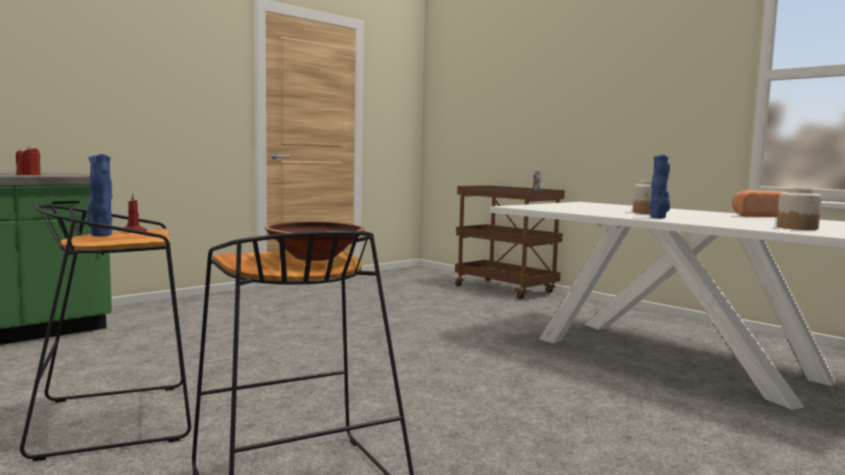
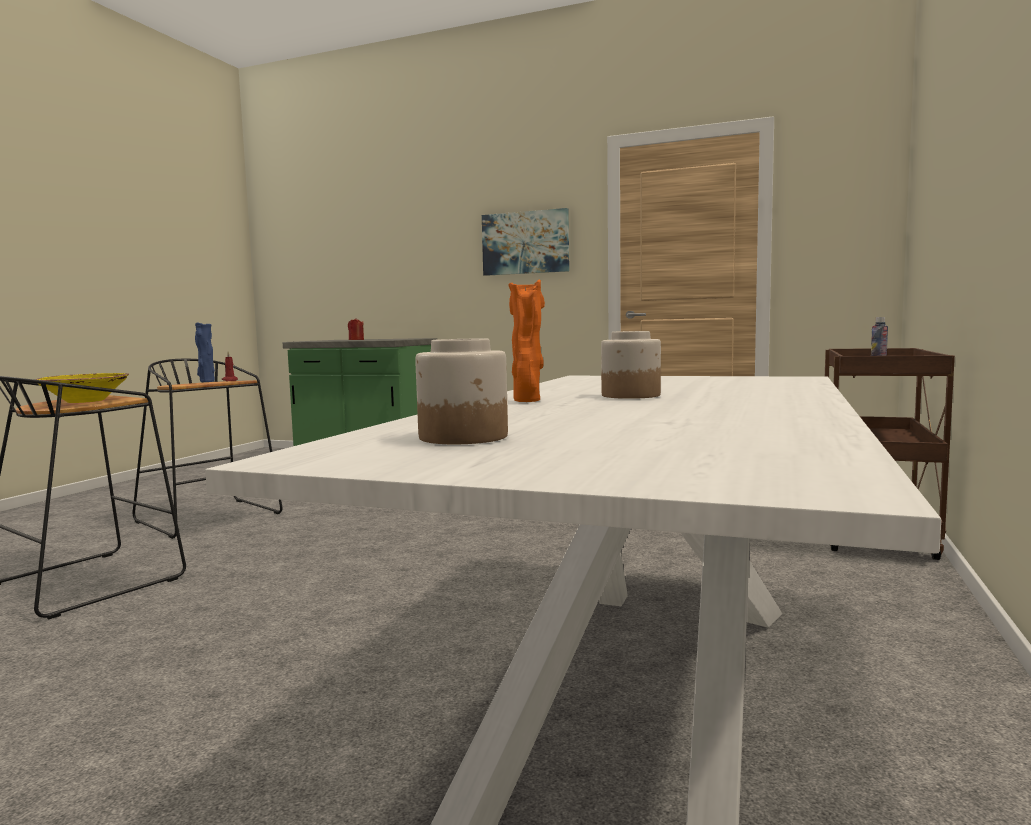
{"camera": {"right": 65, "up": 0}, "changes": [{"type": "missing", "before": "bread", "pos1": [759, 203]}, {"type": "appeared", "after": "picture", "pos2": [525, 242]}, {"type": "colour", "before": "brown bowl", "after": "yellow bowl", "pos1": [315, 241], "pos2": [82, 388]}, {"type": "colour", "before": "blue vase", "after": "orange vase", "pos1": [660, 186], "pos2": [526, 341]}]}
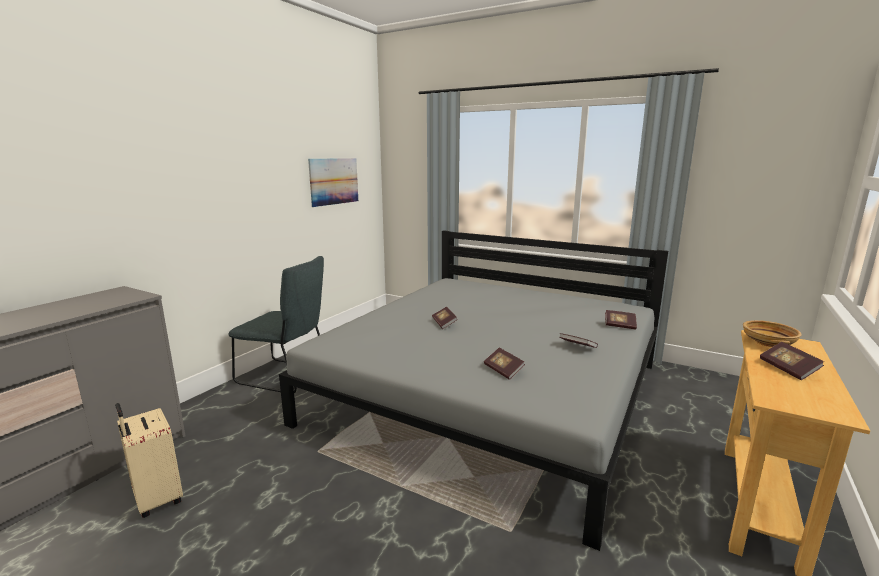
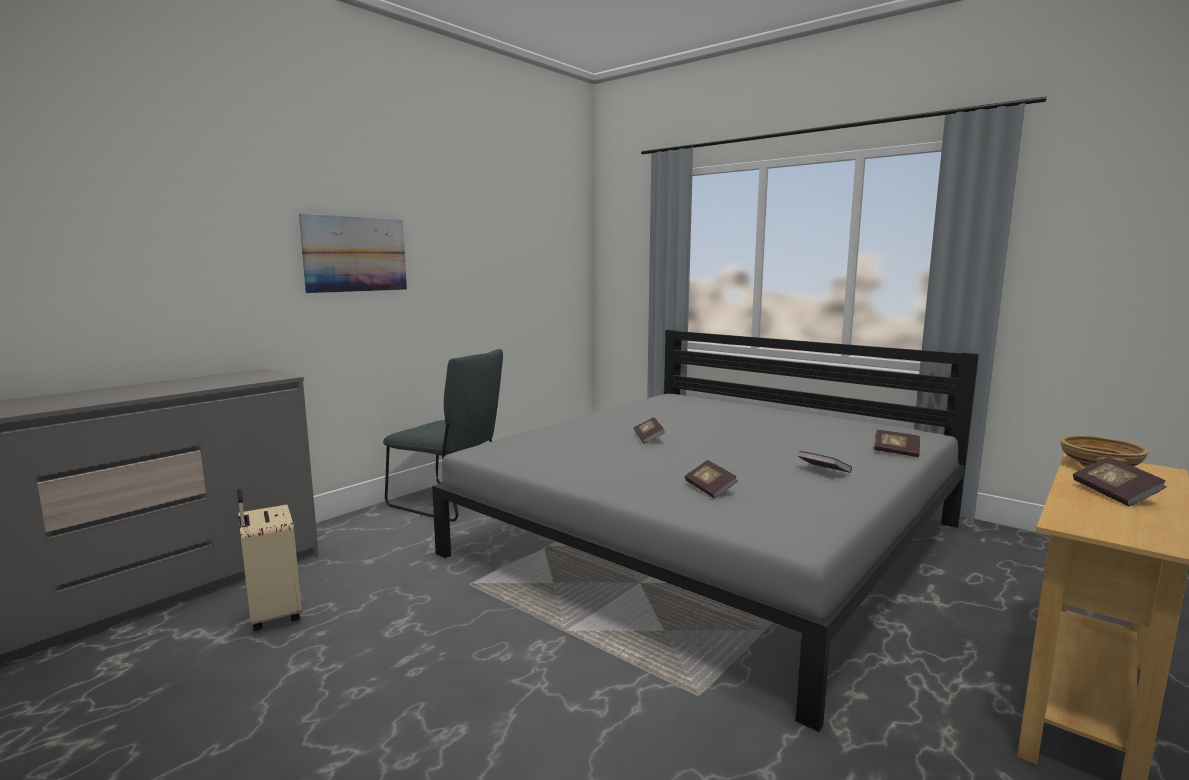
{"camera": {"right": 10, "up": -5}, "changes": [{"type": "relocated", "before": "picture", "pos1": [333, 182], "pos2": [353, 253]}]}
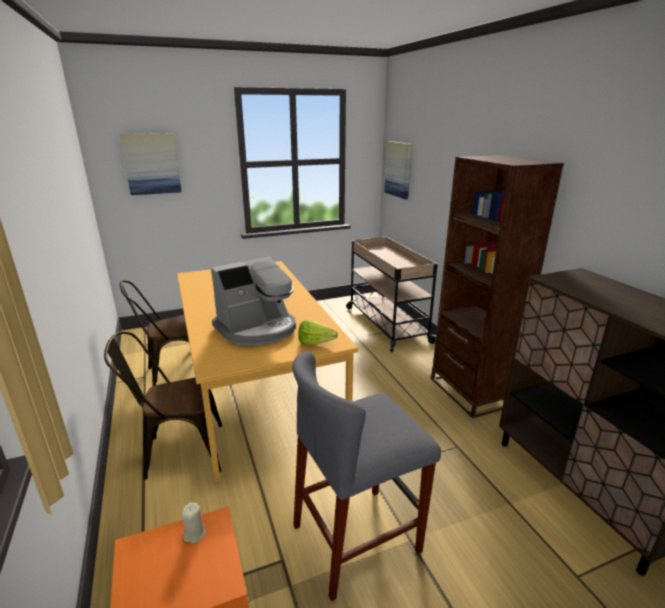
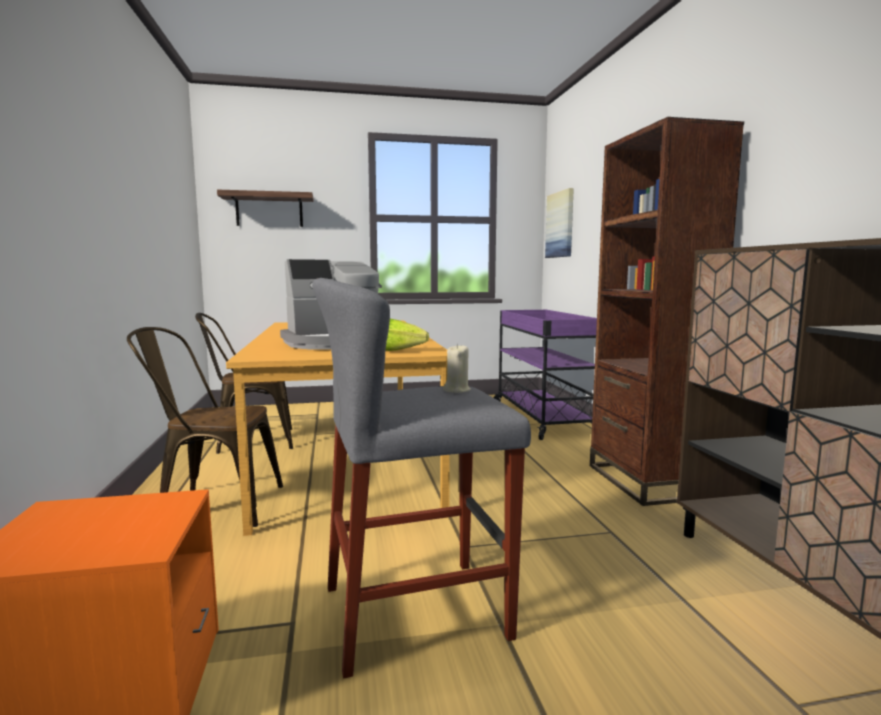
{"camera": {"right": 10, "up": -15}, "changes": [{"type": "relocated", "before": "beige candle", "pos1": [193, 523], "pos2": [457, 368]}, {"type": "exchanged", "before": "picture", "after": "shelf", "pos1": [151, 164], "pos2": [265, 208]}, {"type": "colour", "before": "beige cart", "after": "purple cart", "pos1": [392, 294], "pos2": [545, 375]}]}
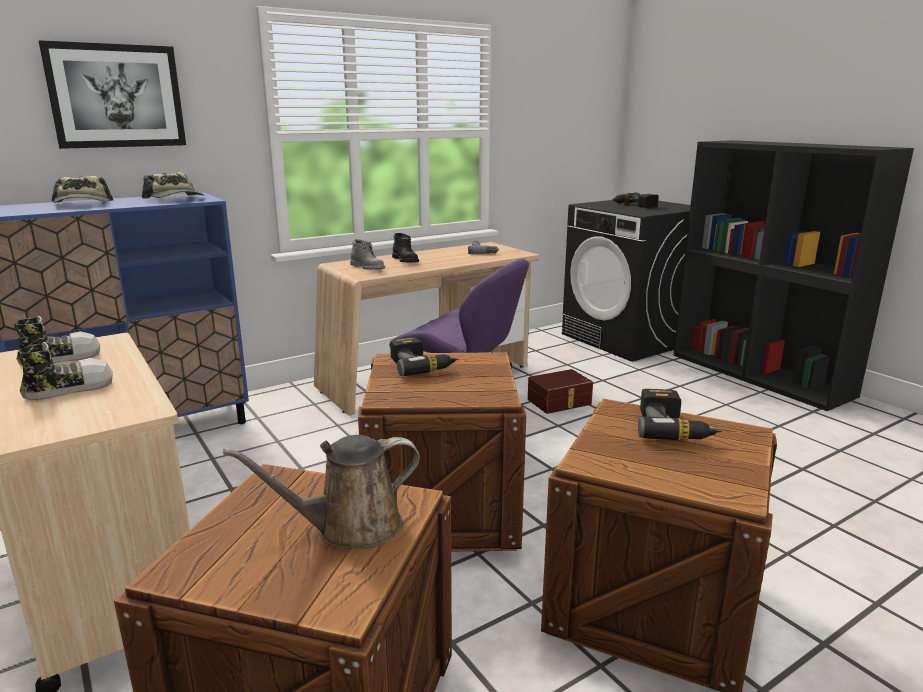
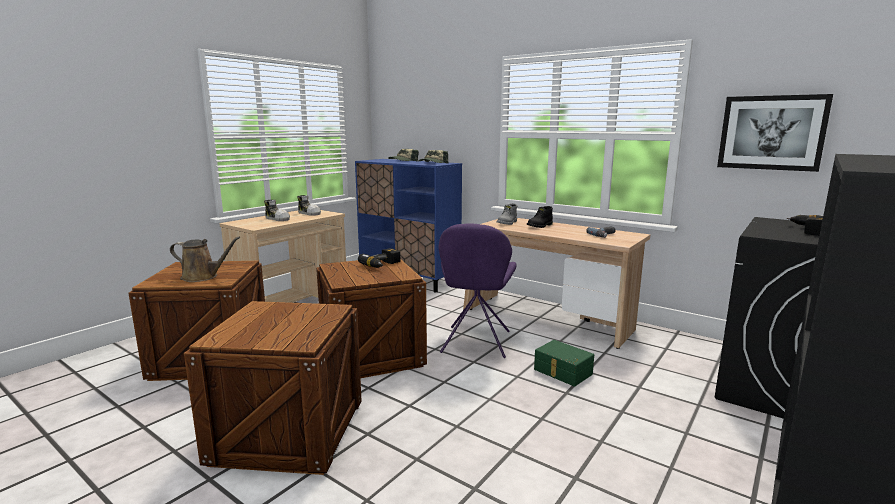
{"camera": {"right": 70, "up": -5}, "changes": [{"type": "missing", "before": "power drill", "pos1": [680, 414]}, {"type": "relocated", "before": "picture", "pos1": [112, 94], "pos2": [775, 133]}, {"type": "colour", "before": "brown storage box", "after": "green storage box", "pos1": [560, 391], "pos2": [564, 363]}, {"type": "spun", "before": "brown watering can", "pos1": [321, 492], "pos2": [205, 259], "turn": 135}]}
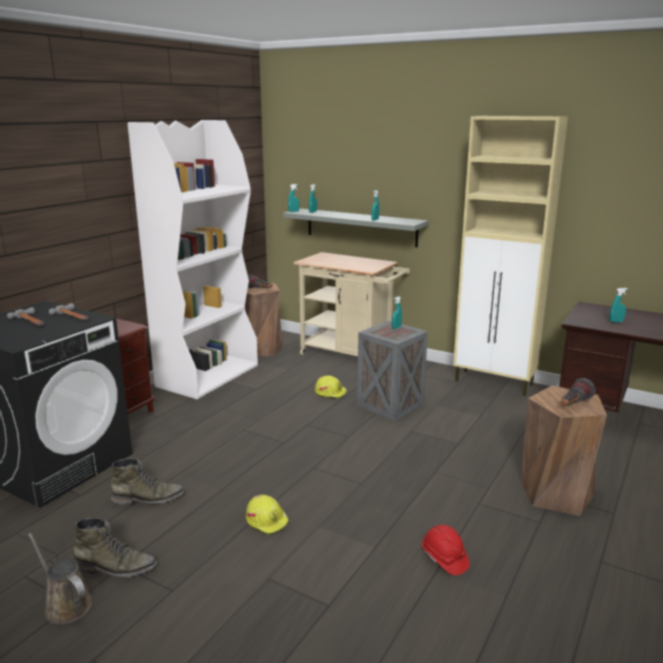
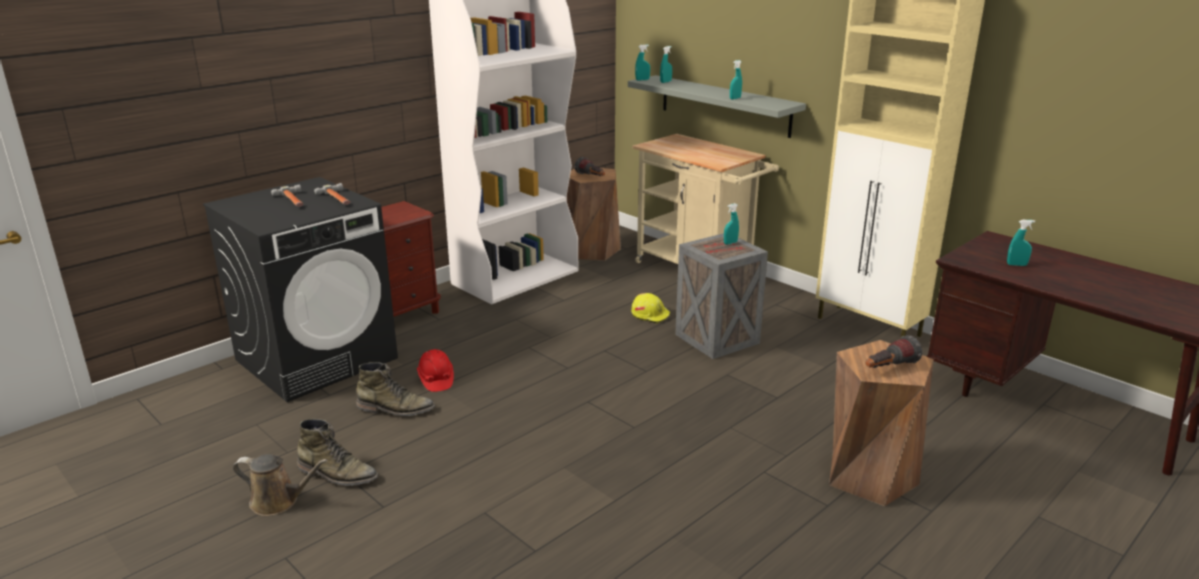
{"camera": {"right": 15, "up": 5}, "changes": [{"type": "missing", "before": "yellow hard hat", "pos1": [267, 515]}, {"type": "relocated", "before": "red hard hat", "pos1": [446, 550], "pos2": [435, 370]}, {"type": "spun", "before": "brown watering can", "pos1": [60, 578], "pos2": [280, 485], "turn": 135}]}
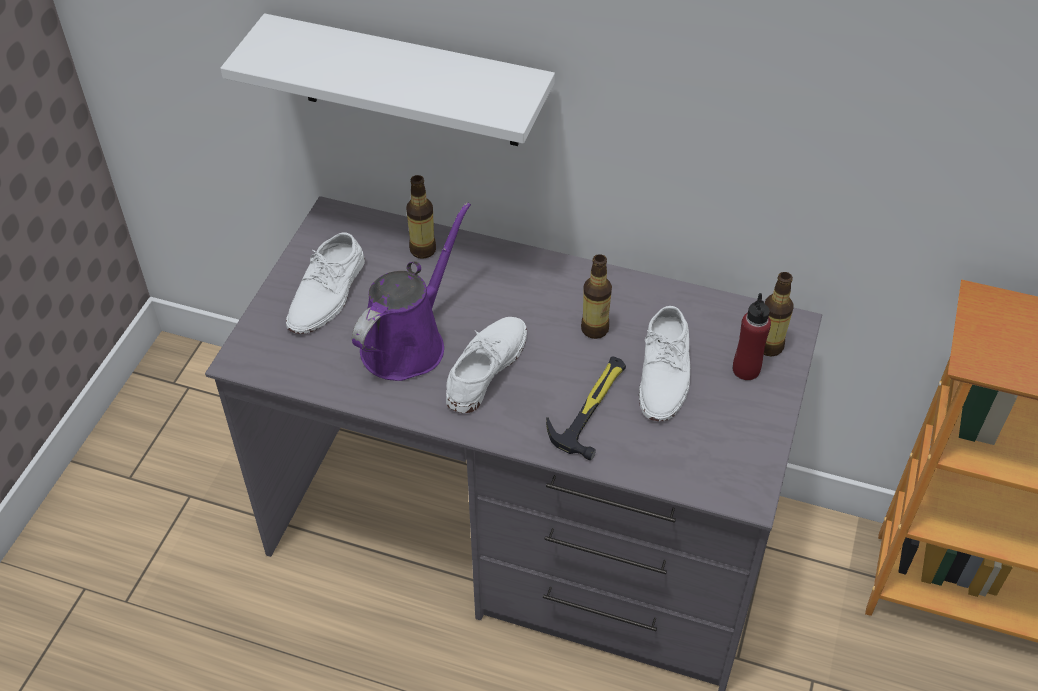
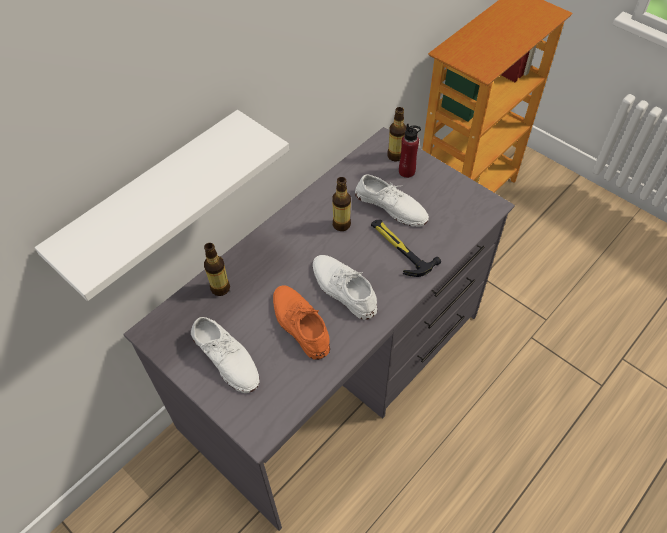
{"camera": {"right": -65, "up": 5}, "changes": [{"type": "exchanged", "before": "purple watering can", "after": "orange shoe", "pos1": [411, 291], "pos2": [301, 323]}]}
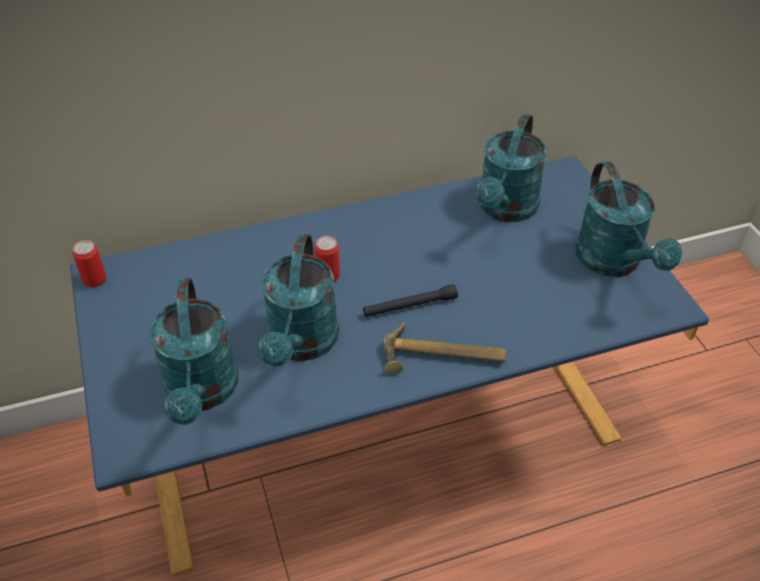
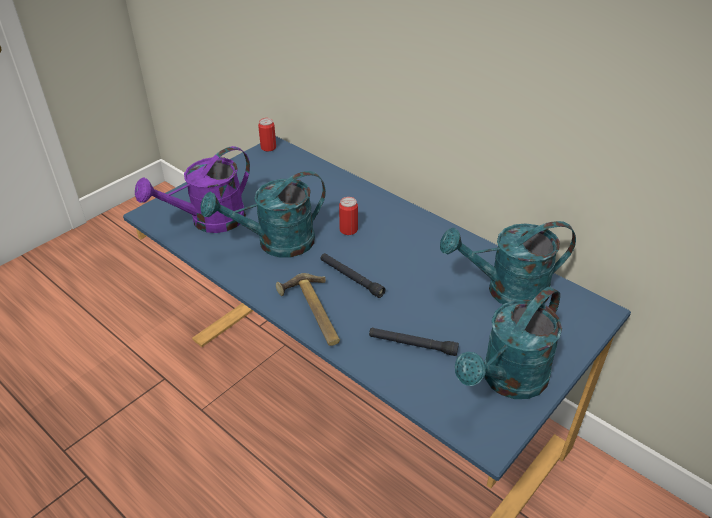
{"camera": {"right": 60, "up": -5}, "changes": [{"type": "appeared", "after": "black flashlight", "pos2": [414, 342]}, {"type": "colour", "before": "turquoise watering can", "after": "purple watering can", "pos1": [194, 351], "pos2": [192, 189]}]}
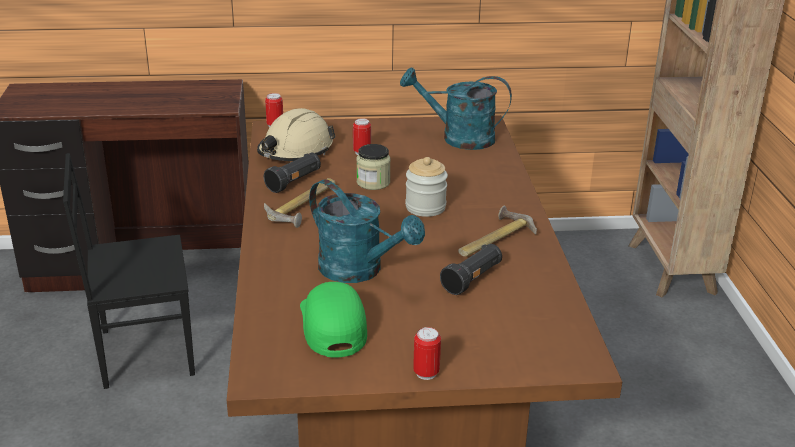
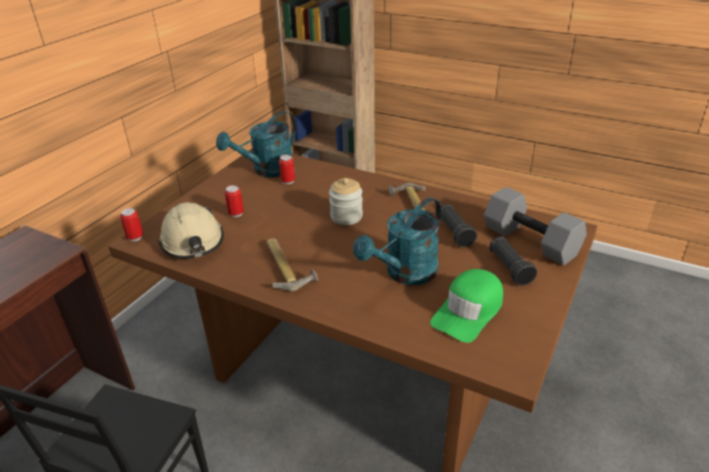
{"camera": {"right": -55, "up": 5}, "changes": [{"type": "missing", "before": "jar", "pos1": [373, 167]}, {"type": "appeared", "after": "grey dumbbell", "pos2": [535, 226]}, {"type": "relocated", "before": "black flashlight", "pos1": [292, 173], "pos2": [513, 261]}, {"type": "relocated", "before": "can", "pos1": [427, 353], "pos2": [287, 169]}, {"type": "spun", "before": "green cap", "pos1": [333, 320], "pos2": [466, 306], "turn": -75}, {"type": "spun", "before": "turquoise watering can", "pos1": [367, 231], "pos2": [397, 241], "turn": 150}]}
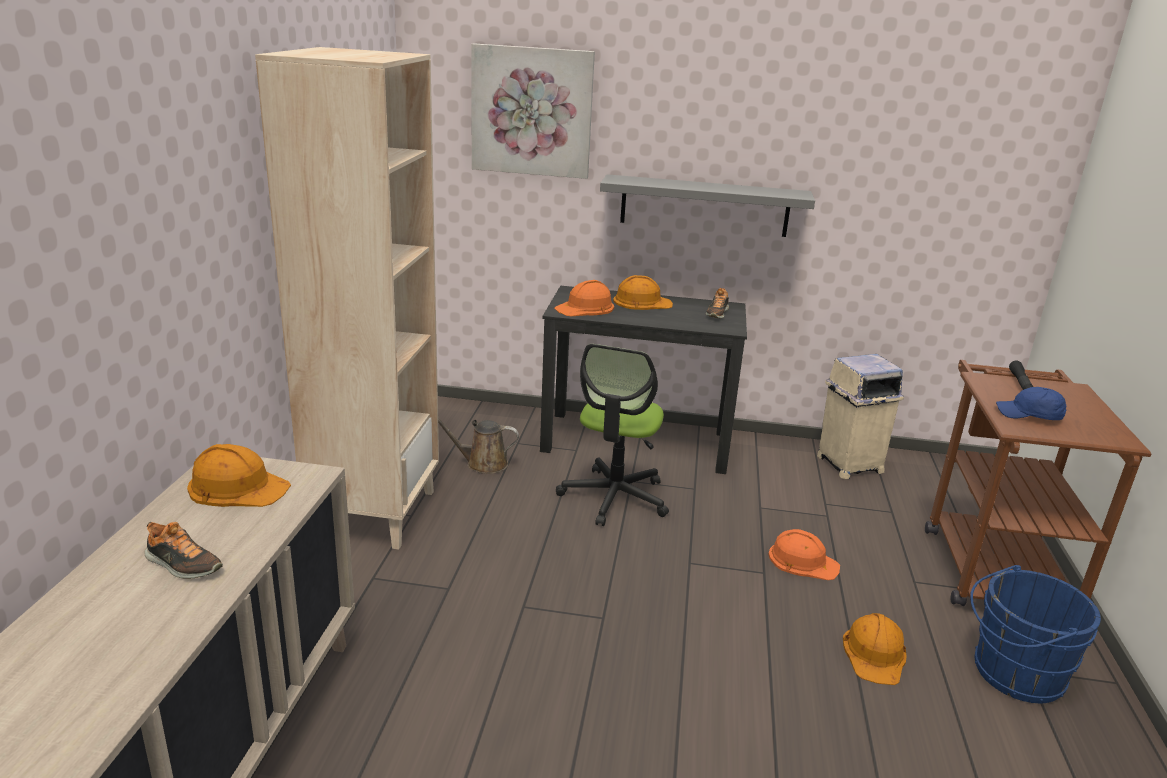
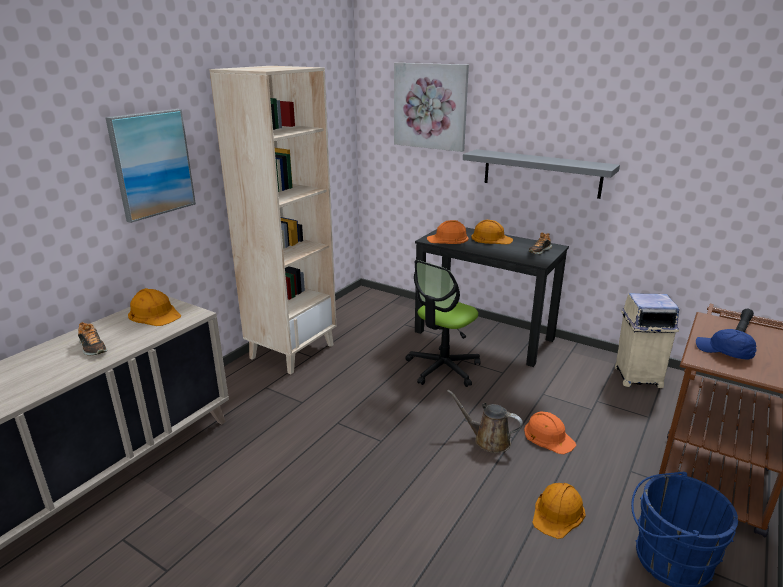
{"camera": {"right": 25, "up": 0}, "changes": [{"type": "appeared", "after": "picture", "pos2": [150, 166]}, {"type": "relocated", "before": "brown watering can", "pos1": [478, 446], "pos2": [485, 421]}]}
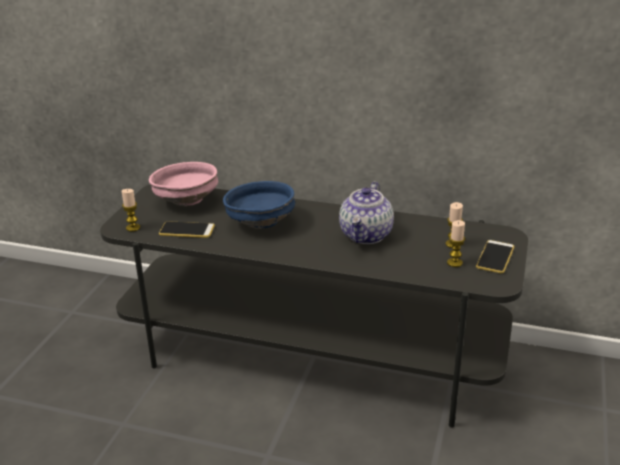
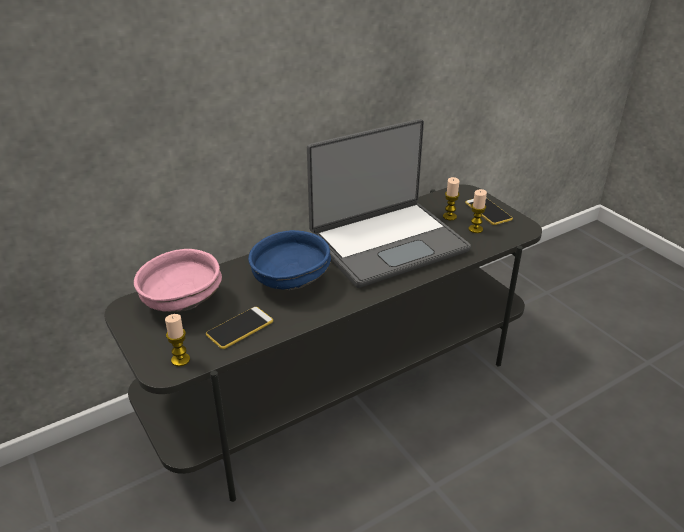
{"camera": {"right": -50, "up": 5}, "changes": [{"type": "exchanged", "before": "teapot", "after": "laptop", "pos1": [366, 213], "pos2": [389, 203]}]}
